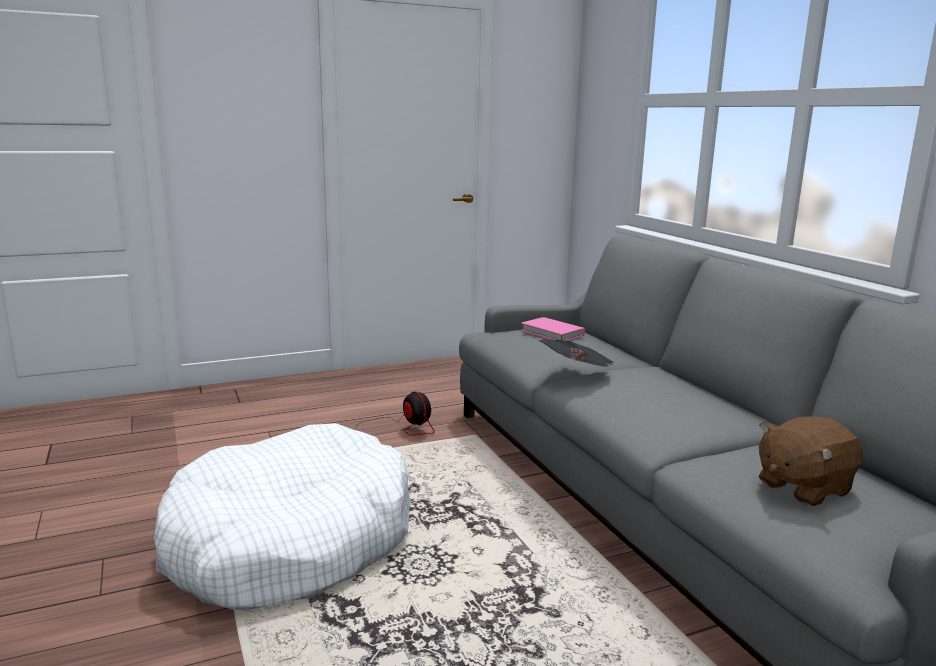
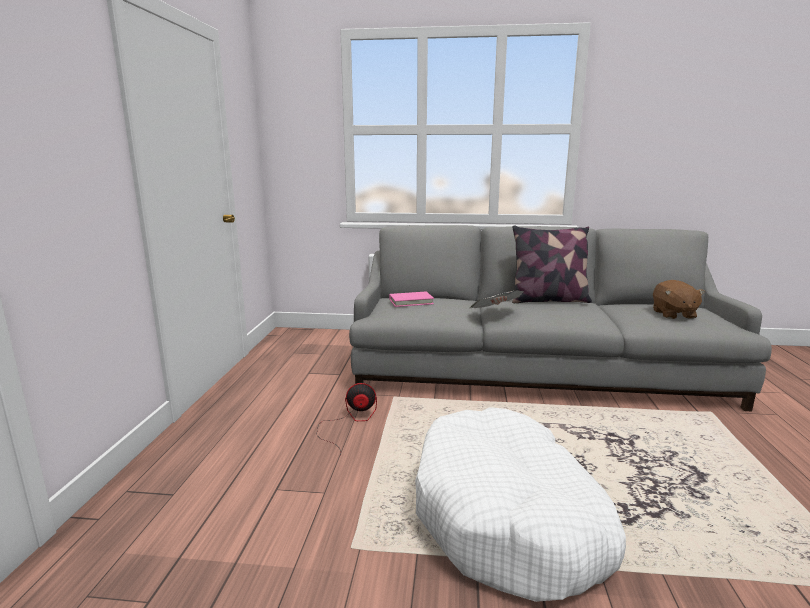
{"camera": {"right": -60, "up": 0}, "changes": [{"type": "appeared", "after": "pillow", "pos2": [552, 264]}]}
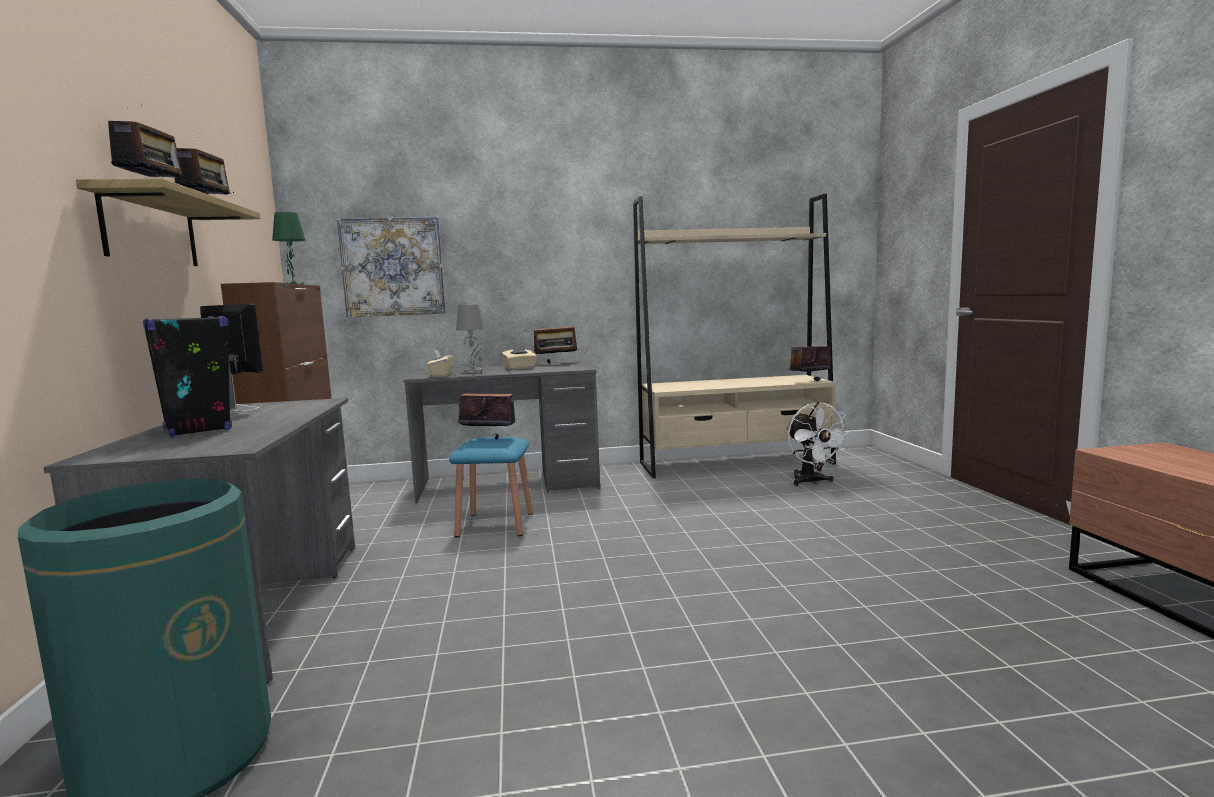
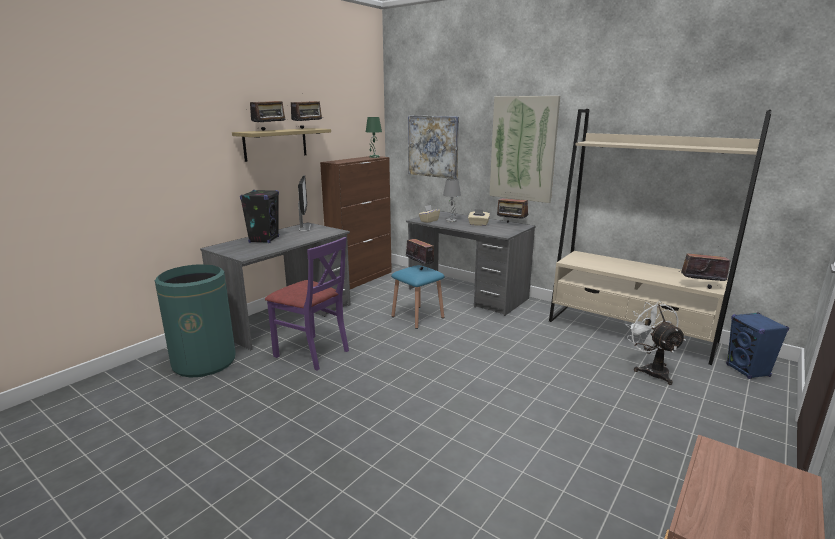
{"camera": {"right": 45, "up": 10}, "changes": [{"type": "appeared", "after": "purple chair", "pos2": [307, 304]}, {"type": "appeared", "after": "picture", "pos2": [524, 149]}, {"type": "appeared", "after": "blue speaker", "pos2": [757, 345]}, {"type": "spun", "before": "white fan", "pos1": [819, 444], "pos2": [656, 343], "turn": 135}]}
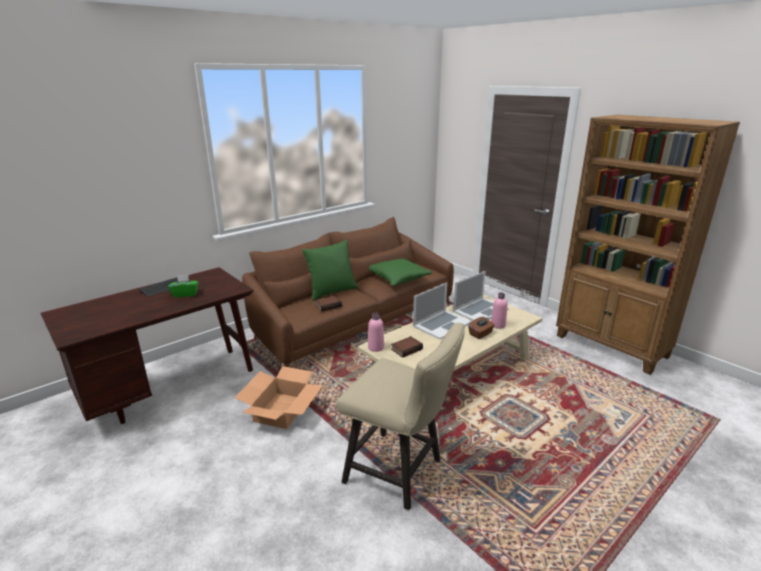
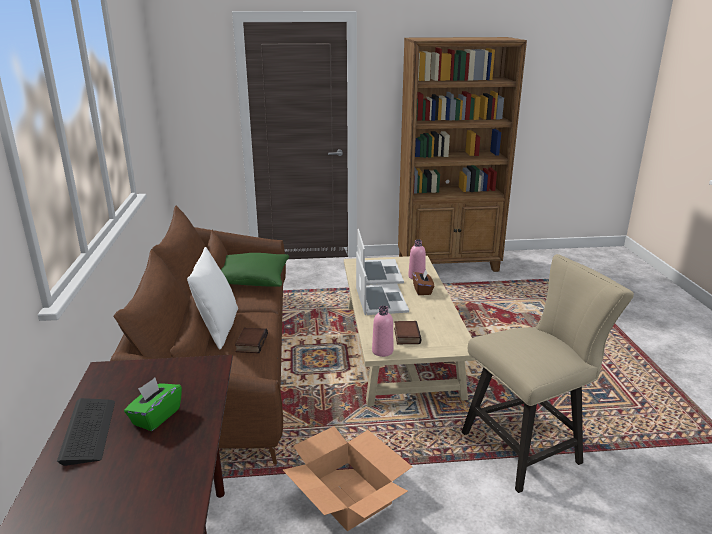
{"camera": {"right": -55, "up": 0}, "changes": [{"type": "colour", "before": "green pillow", "after": "white pillow", "pos1": [330, 270], "pos2": [212, 298]}]}
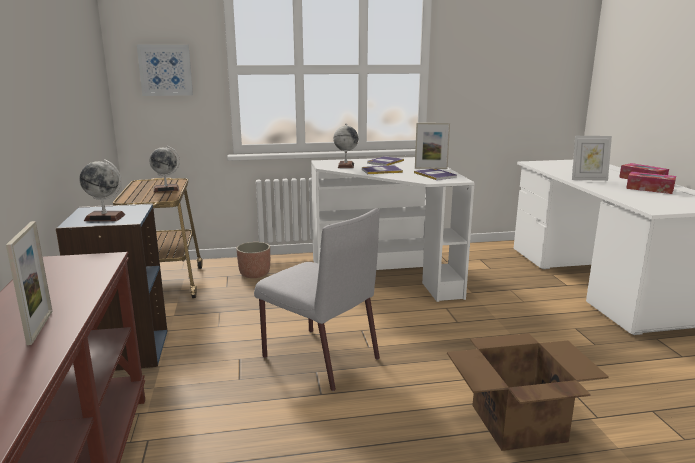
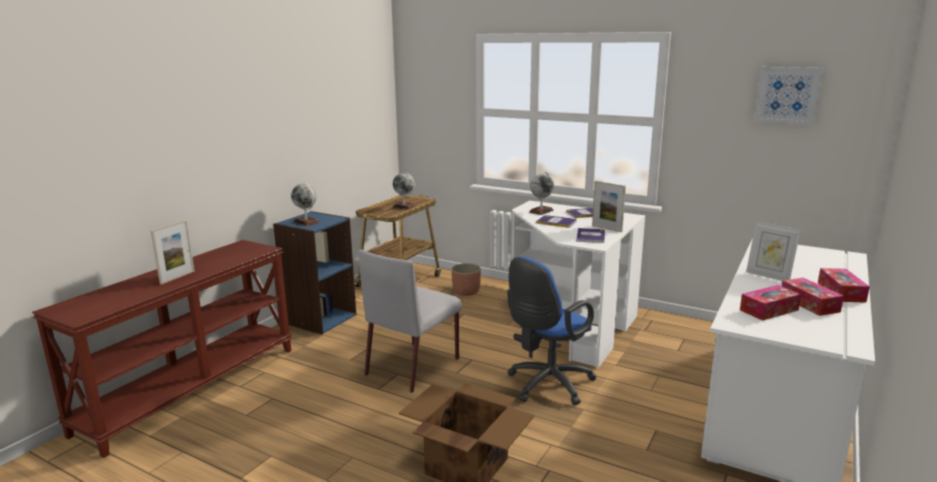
{"camera": {"right": 40, "up": 0}, "changes": [{"type": "appeared", "after": "blue office chair", "pos2": [552, 330]}, {"type": "appeared", "after": "tissue box", "pos2": [770, 303]}, {"type": "relocated", "before": "picture", "pos1": [165, 70], "pos2": [789, 95]}, {"type": "spun", "before": "grey chair", "pos1": [317, 299], "pos2": [410, 321], "turn": 45}]}
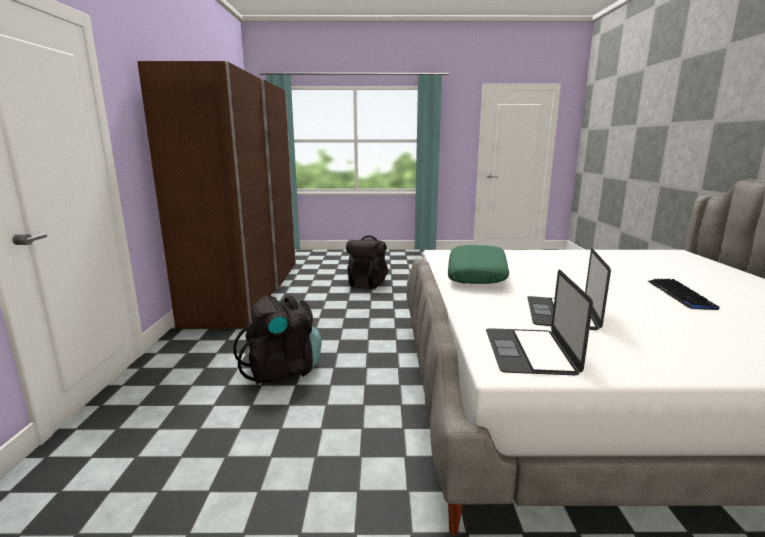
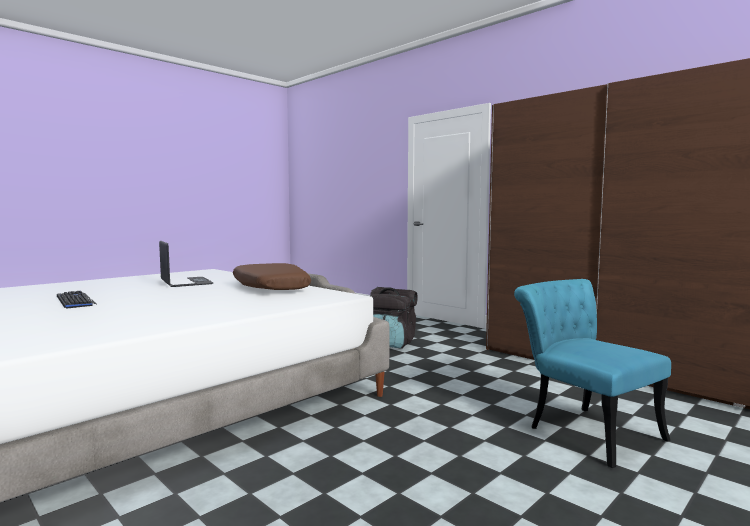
{"camera": {"right": 135, "up": -10}, "changes": [{"type": "missing", "before": "laptop", "pos1": [539, 322]}, {"type": "exchanged", "before": "black backpack", "after": "turquoise chair", "pos1": [367, 262], "pos2": [592, 373]}, {"type": "colour", "before": "green pillow", "after": "brown pillow", "pos1": [478, 264], "pos2": [272, 276]}]}
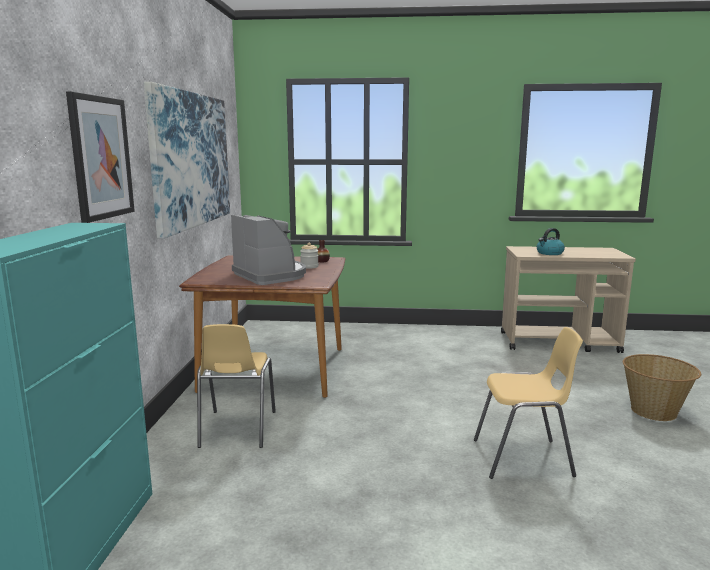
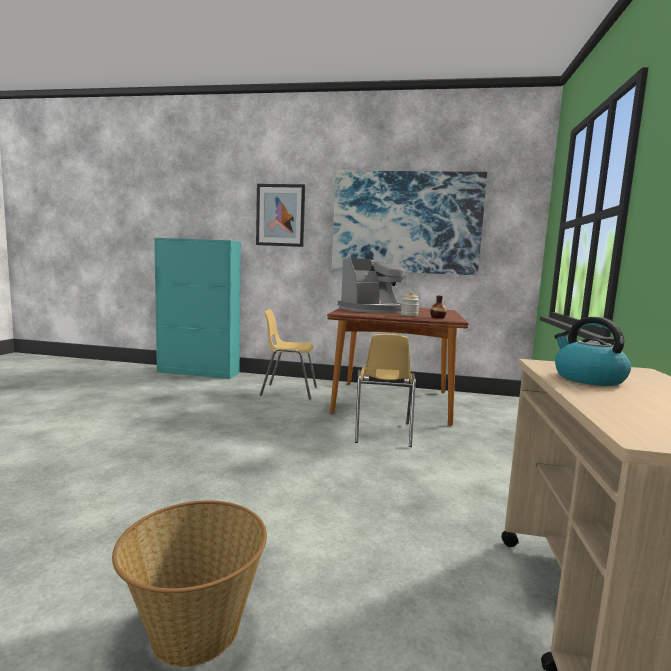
{"camera": {"right": 95, "up": -5}, "changes": [{"type": "relocated", "before": "yellow chair", "pos1": [528, 403], "pos2": [385, 390]}]}
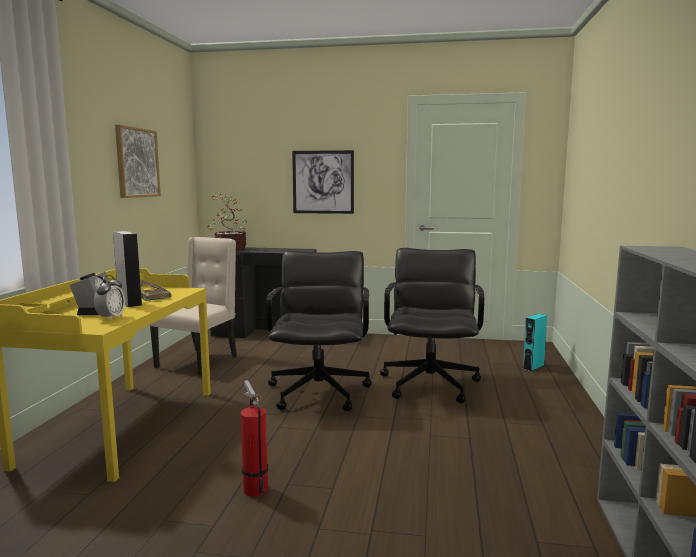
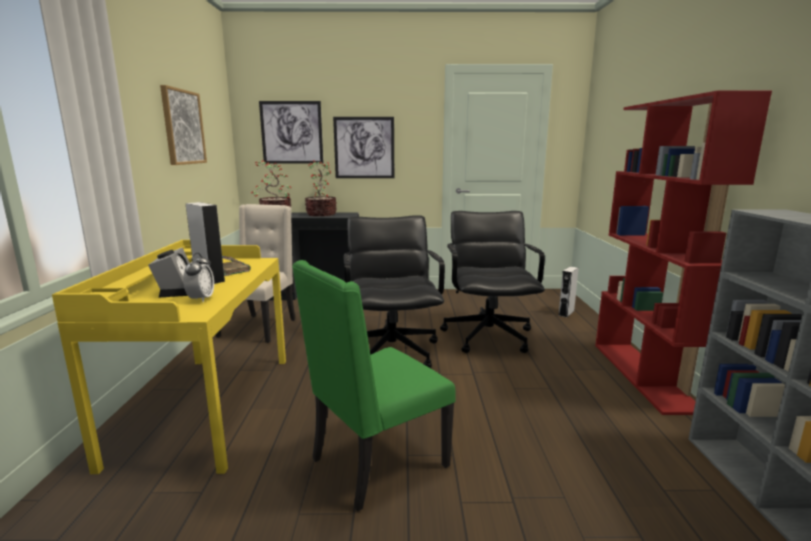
{"camera": {"right": -10, "up": 5}, "changes": [{"type": "appeared", "after": "picture", "pos2": [291, 132]}, {"type": "appeared", "after": "potted plant", "pos2": [321, 188]}, {"type": "appeared", "after": "red bookcase", "pos2": [683, 253]}, {"type": "exchanged", "before": "fire extinguisher", "after": "green chair", "pos1": [254, 438], "pos2": [373, 385]}, {"type": "colour", "before": "turquoise speaker", "after": "grey speaker", "pos1": [535, 342], "pos2": [568, 291]}]}
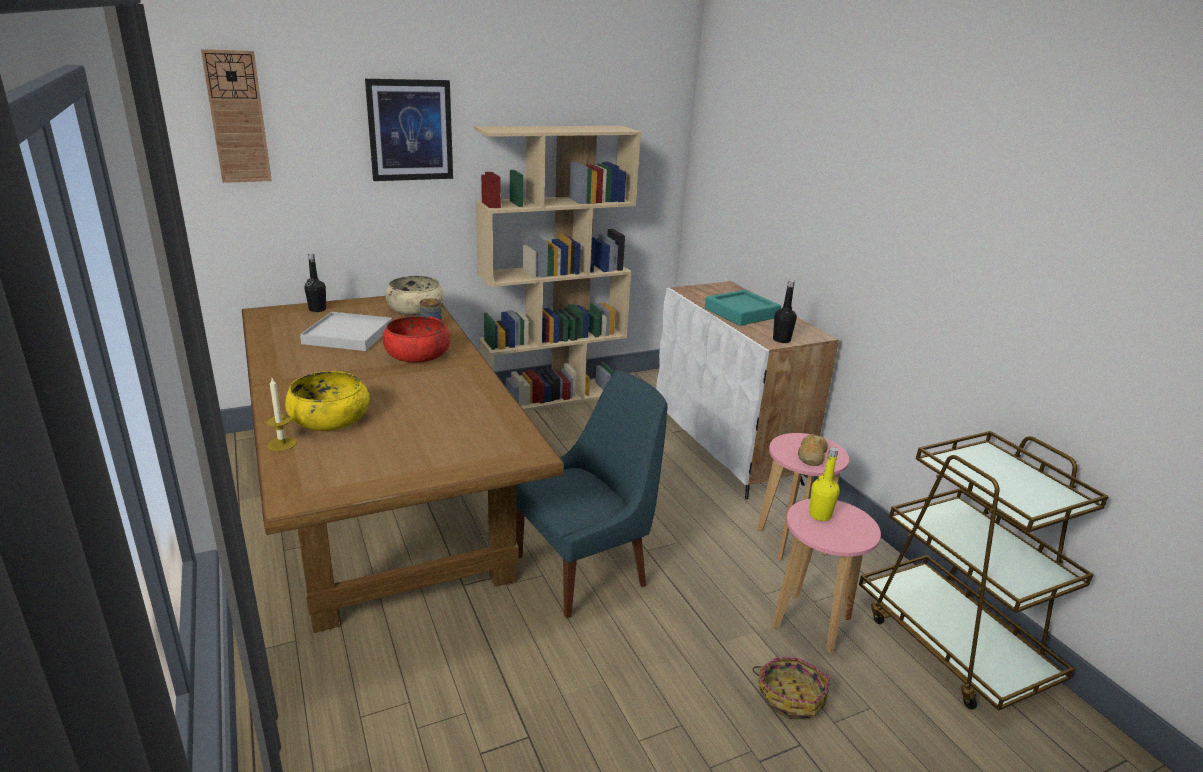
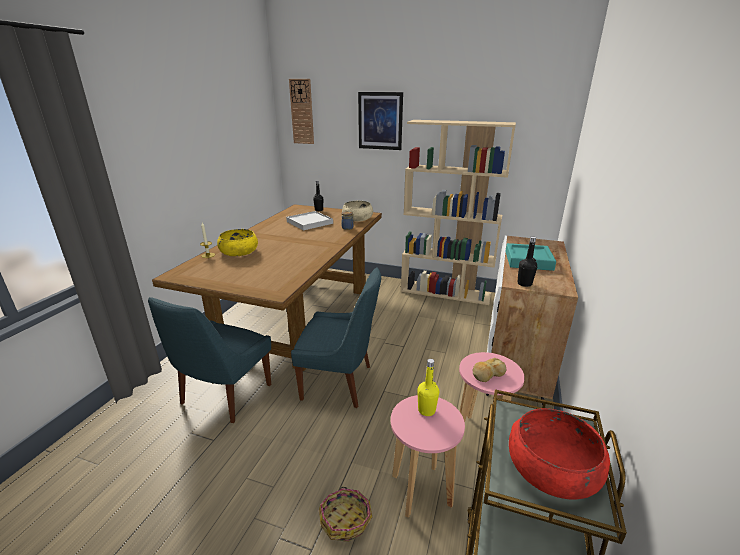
{"camera": {"right": 45, "up": 0}, "changes": [{"type": "appeared", "after": "blue chair", "pos2": [209, 360]}, {"type": "relocated", "before": "red bowl", "pos1": [416, 339], "pos2": [559, 454]}]}
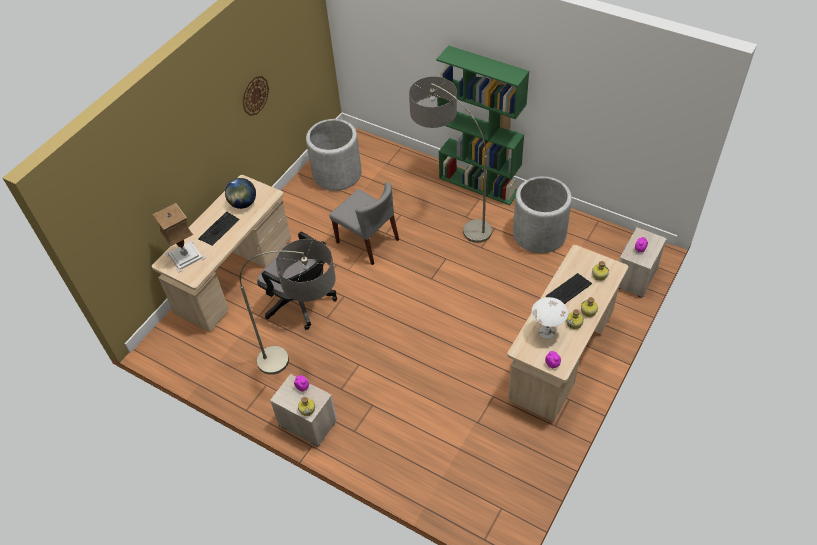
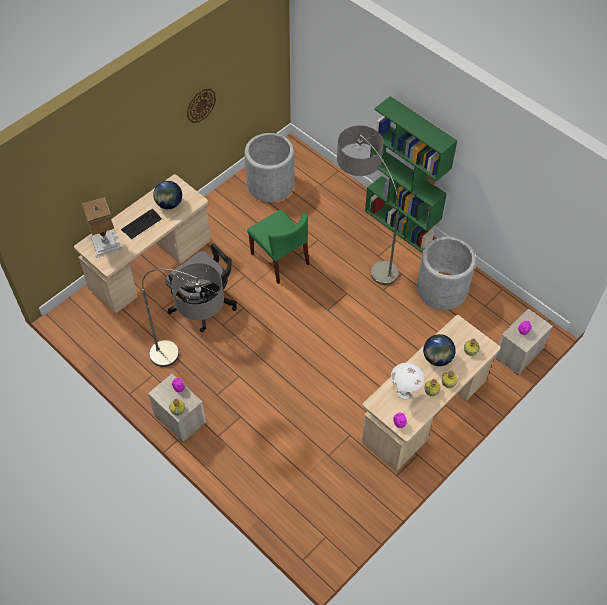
{"camera": {"right": 10, "up": 5}, "changes": [{"type": "exchanged", "before": "keyboard", "after": "globe", "pos1": [569, 288], "pos2": [439, 350]}, {"type": "colour", "before": "grey chair", "after": "green chair", "pos1": [364, 223], "pos2": [278, 247]}]}
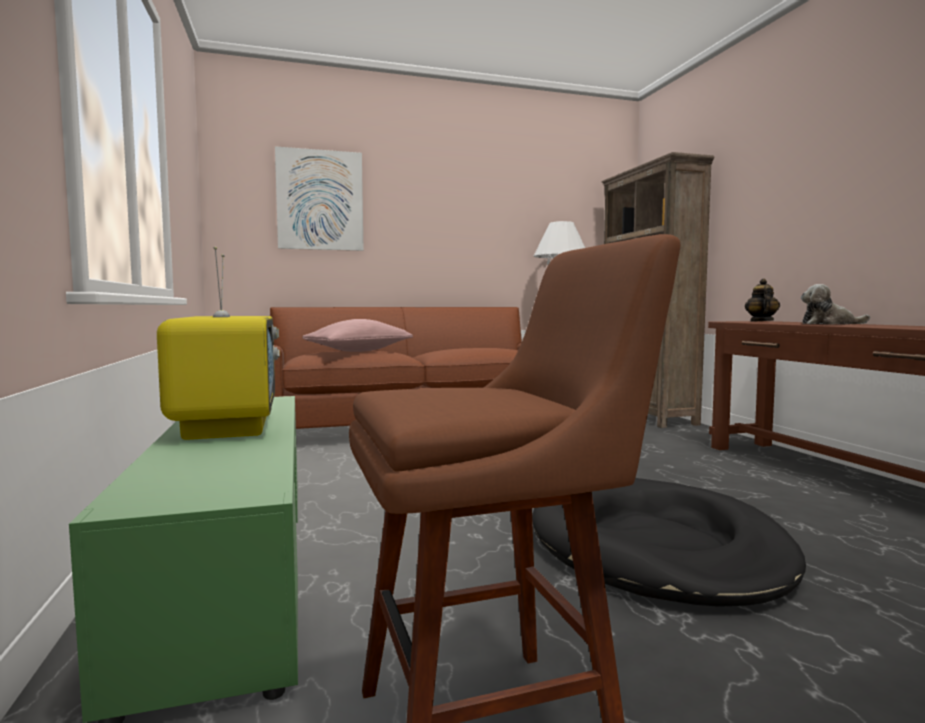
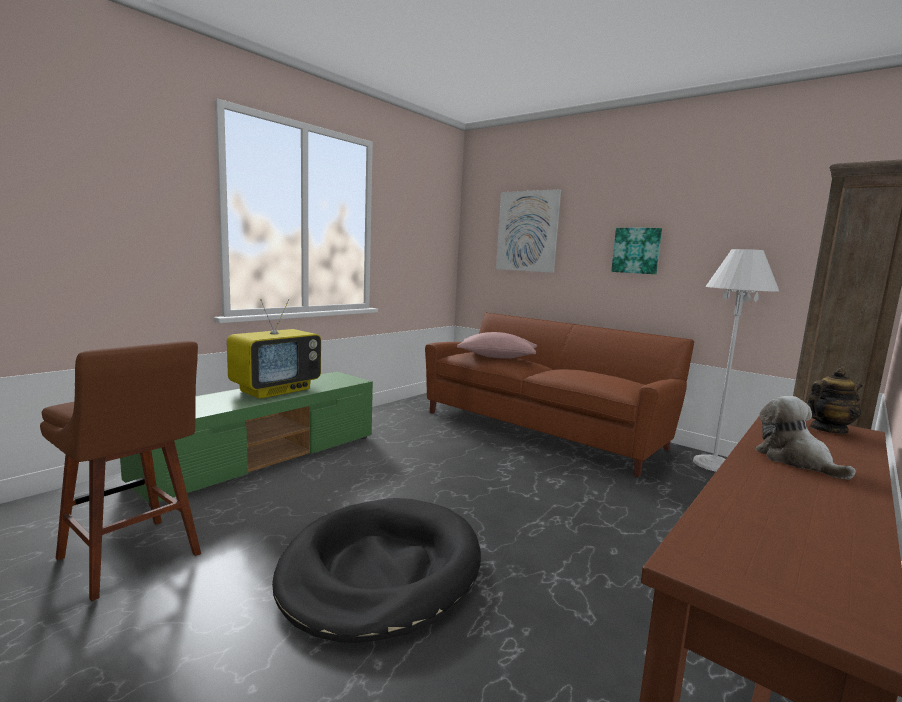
{"camera": {"right": 55, "up": 5}, "changes": [{"type": "appeared", "after": "picture", "pos2": [636, 251]}]}
